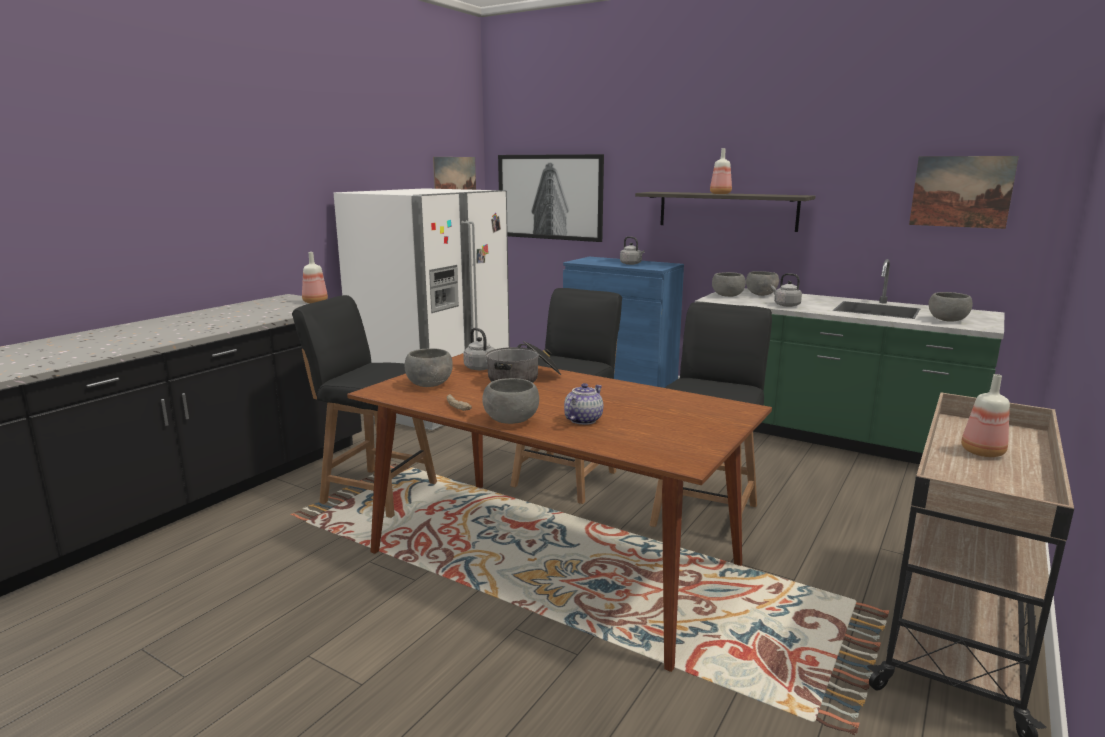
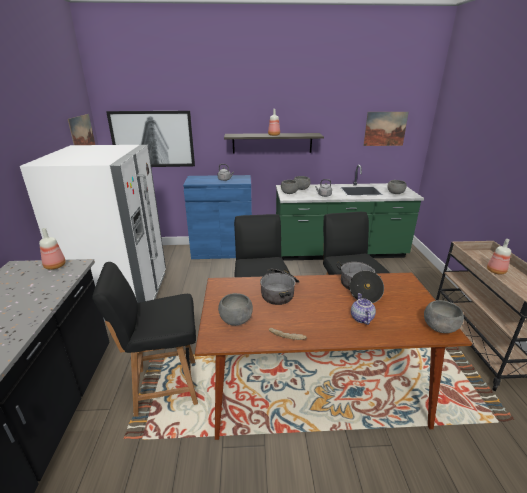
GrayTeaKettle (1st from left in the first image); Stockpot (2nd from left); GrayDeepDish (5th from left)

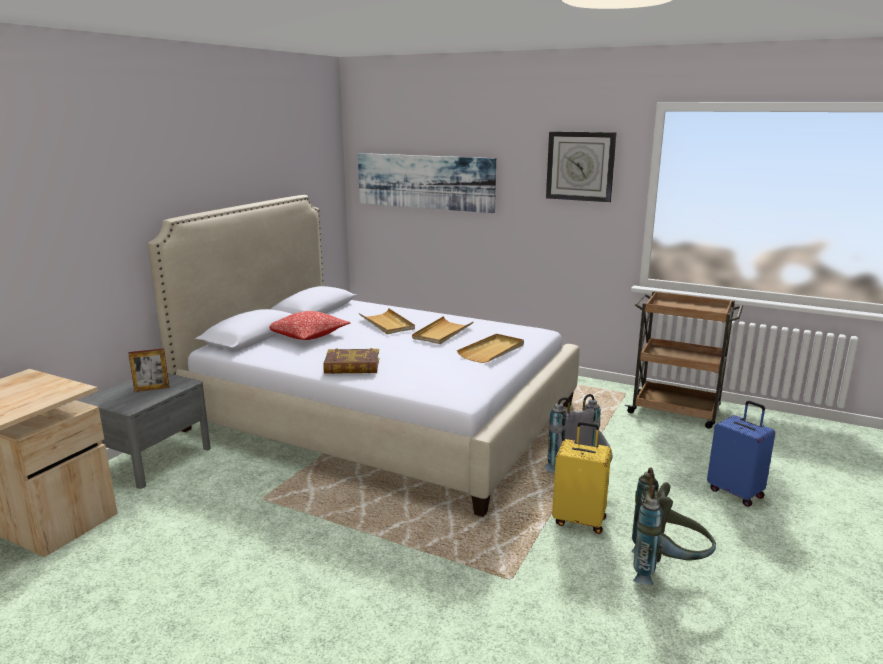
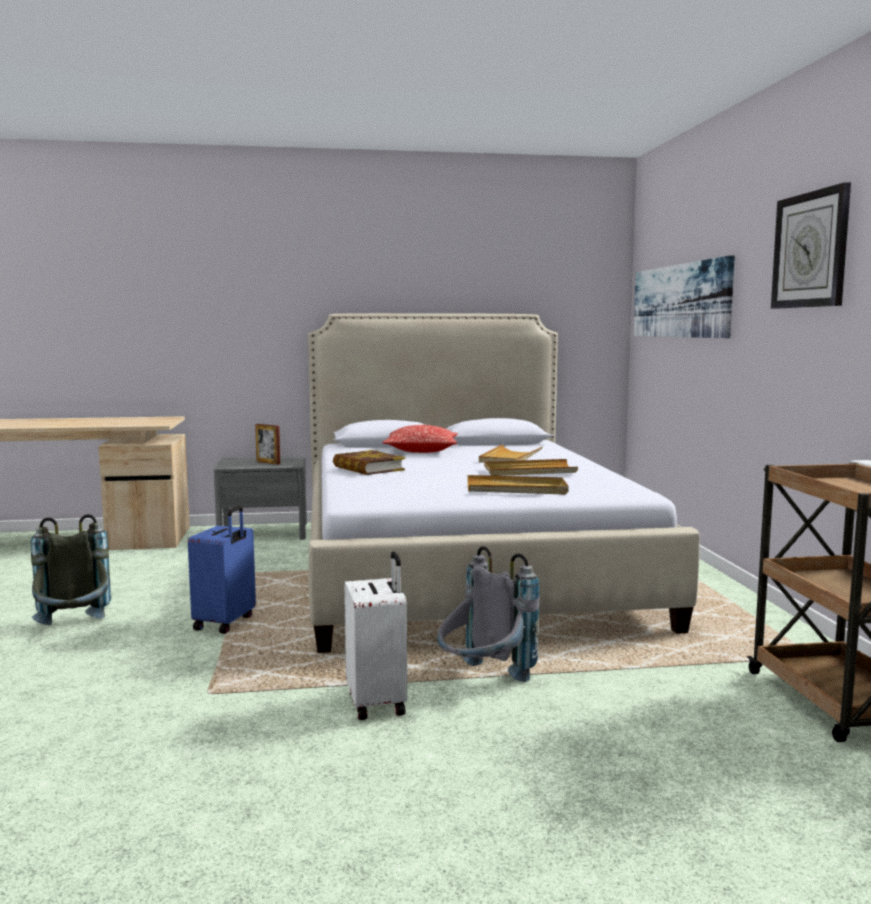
GrayKnapsack (1st from left); BlueTravelCase; WhitishTravelCase

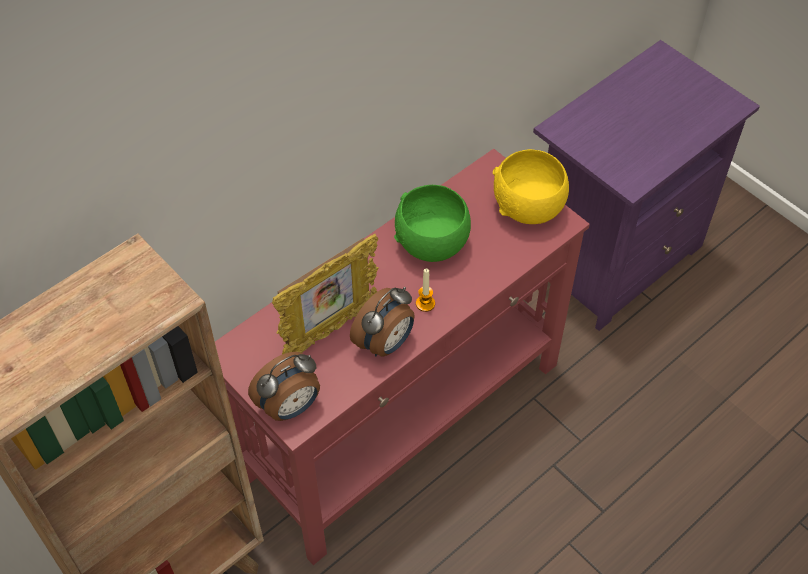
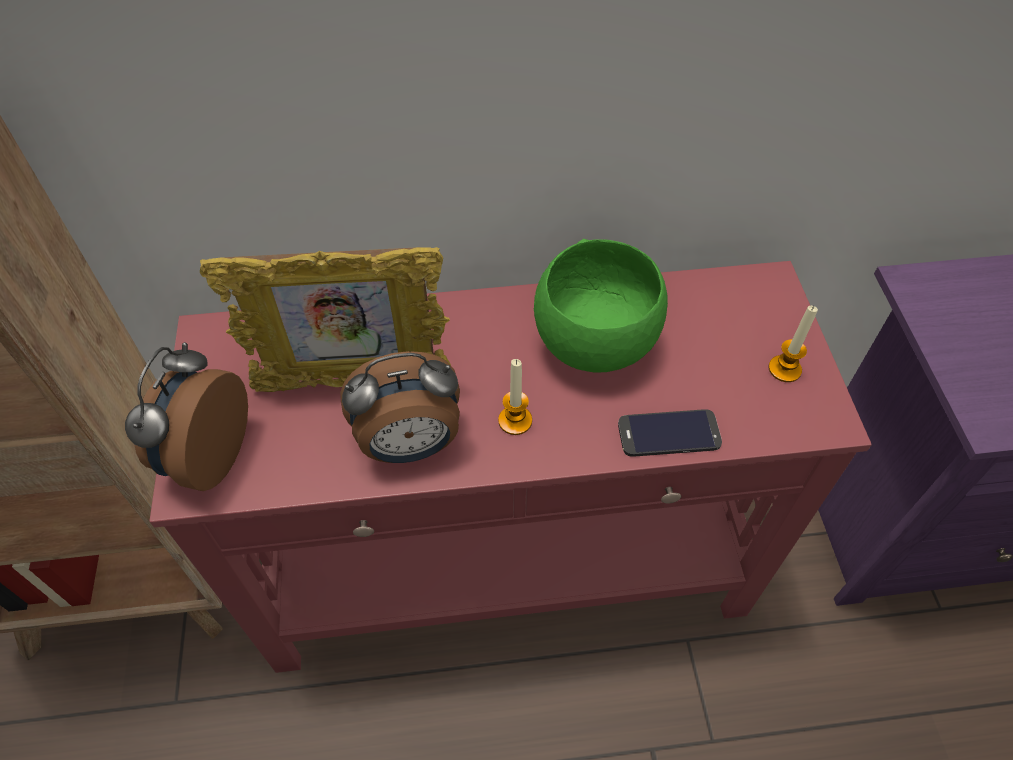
Phone; WaxCandle (2nd from left); BedsideClock (1st from left)

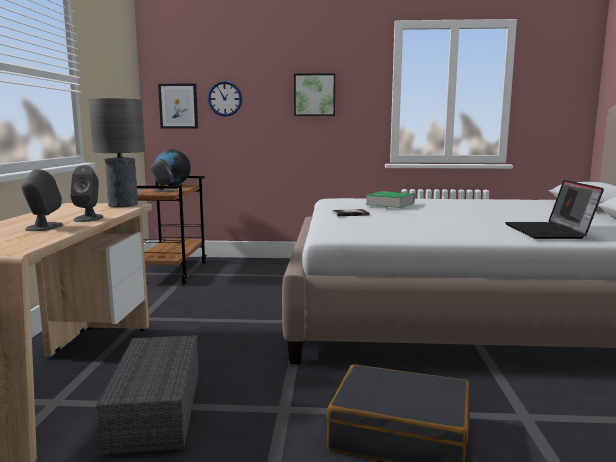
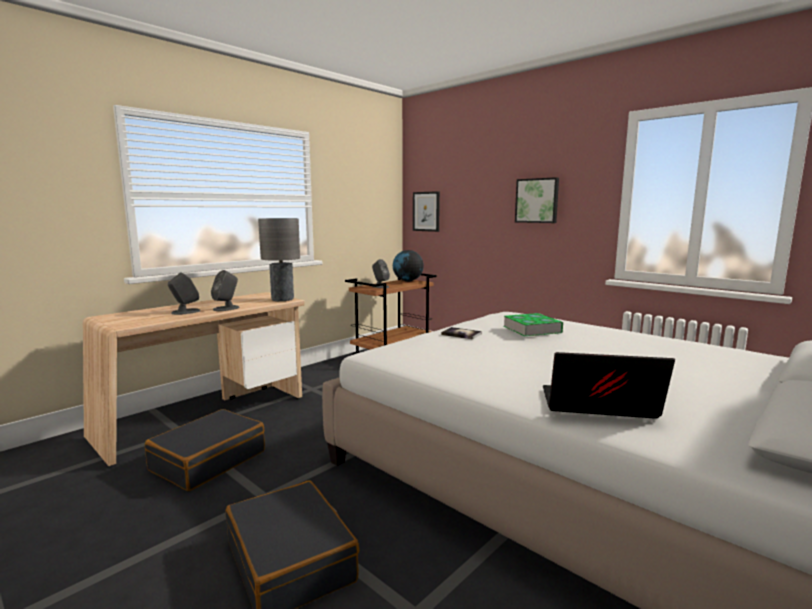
ClockOnTheWall; BlackTravelCase (1st from left); PortableComputer

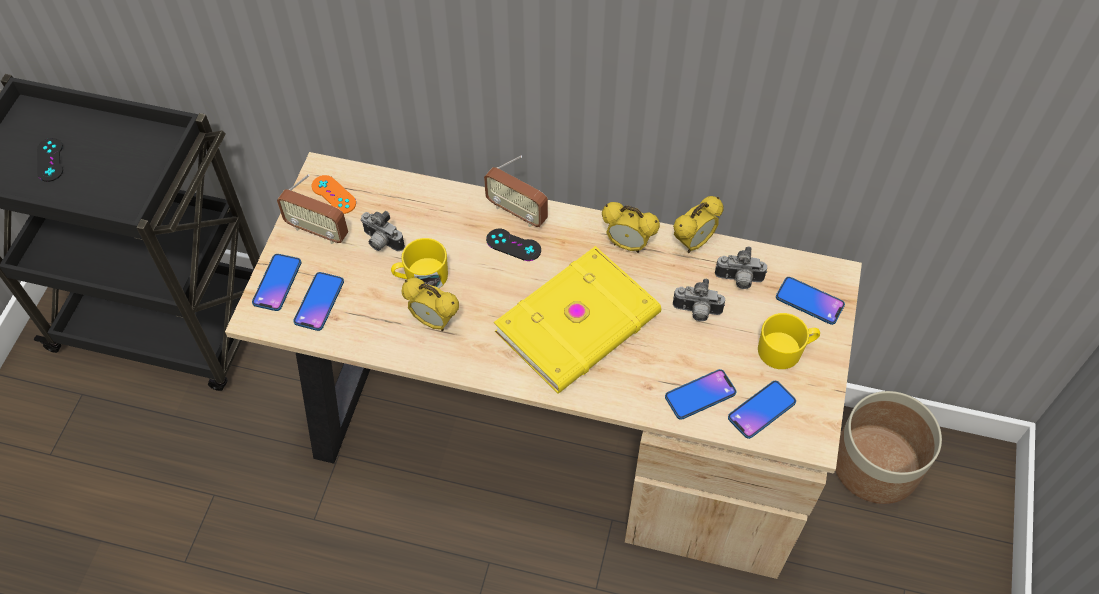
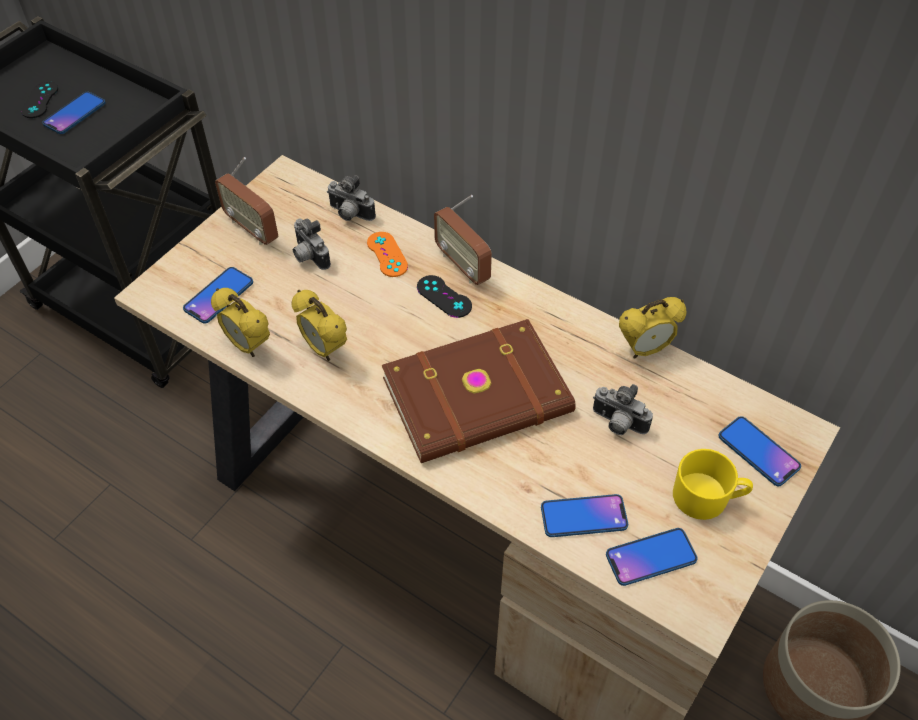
YellowColouredCoffeeMug (1st from left in the first image); Phone (1st from left); OrangeyGamepad; BedsideClock (1st from left); StillCamera (2nd from left); BrownBook

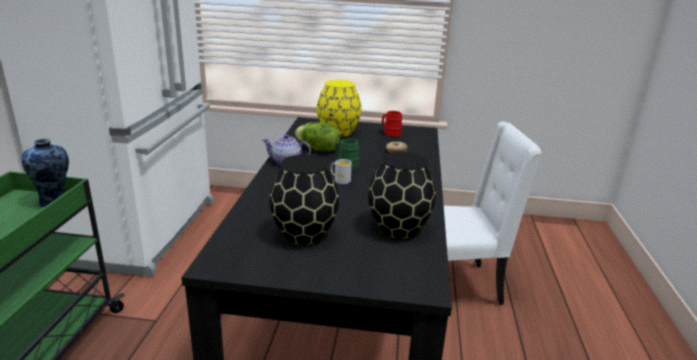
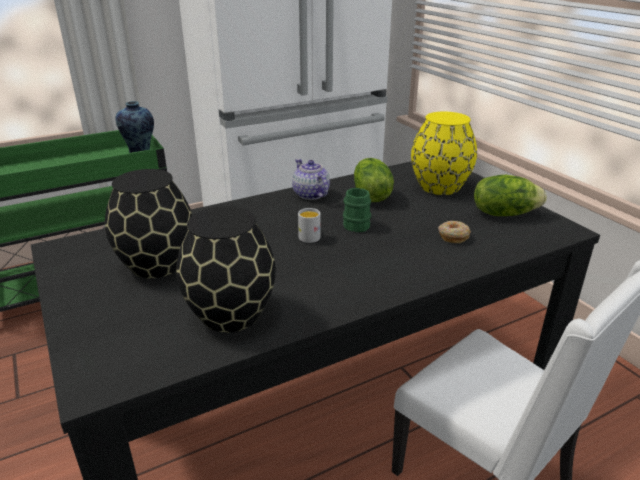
LettuceHead (2nd from left)

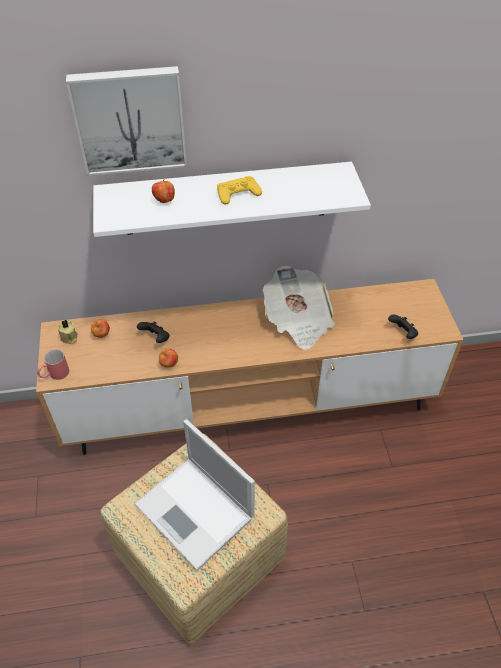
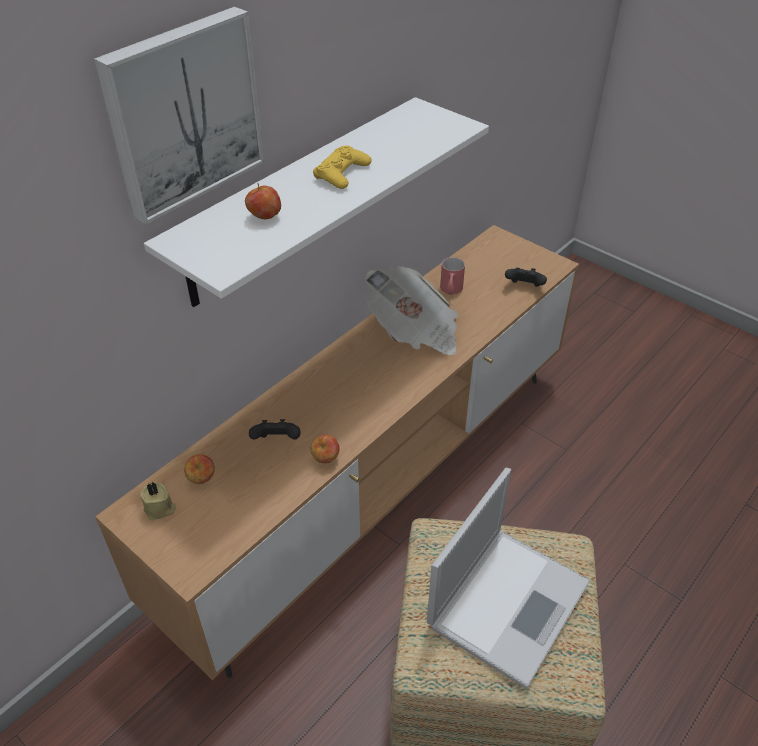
ReddishCoffeeMug; PortableComputer

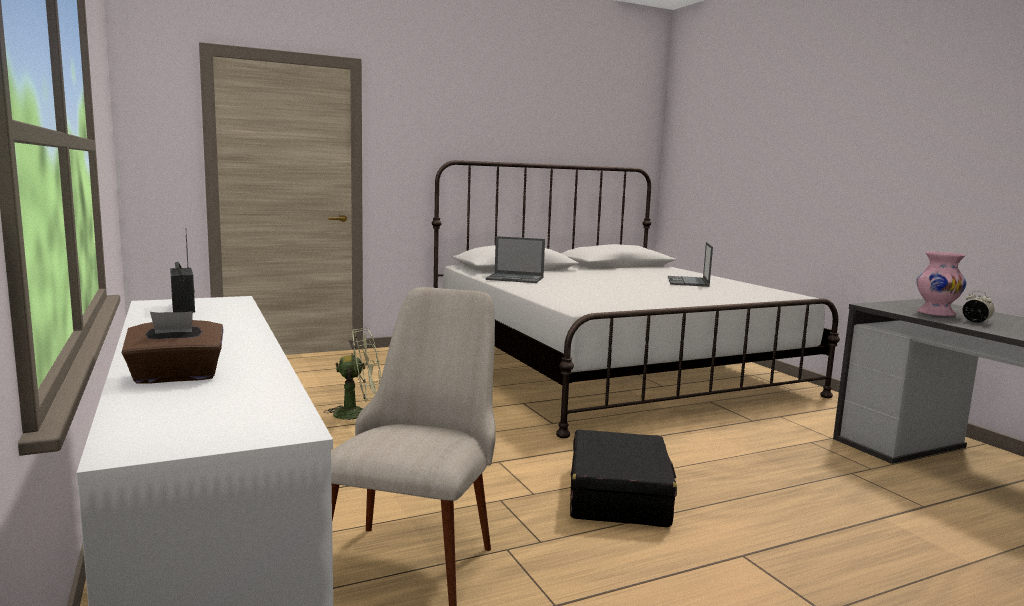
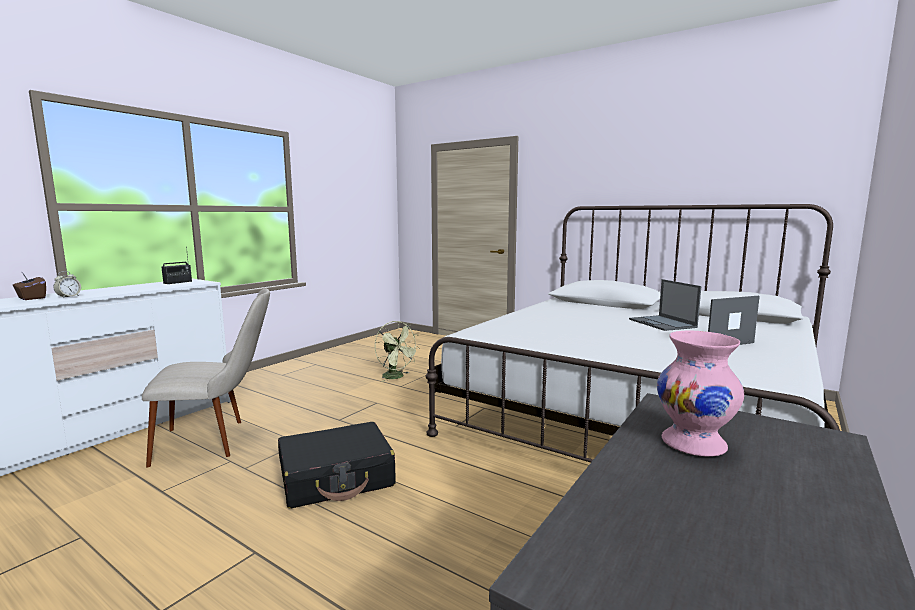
PortableComputer (1st from left); BedsideClock

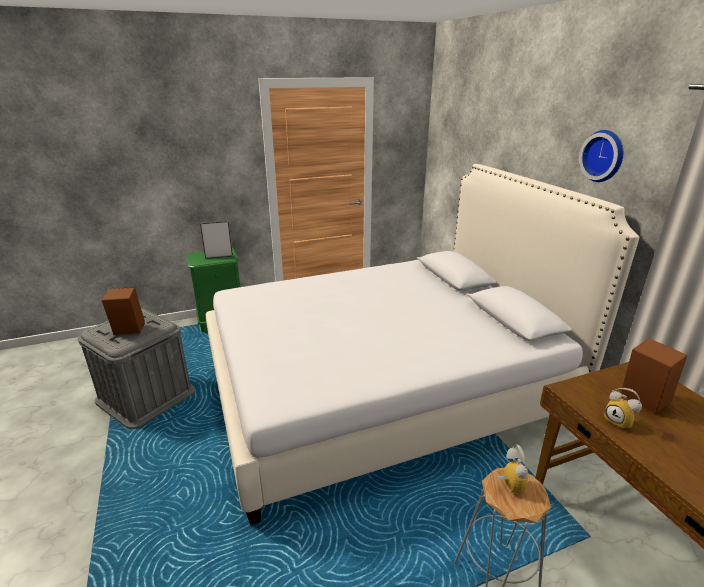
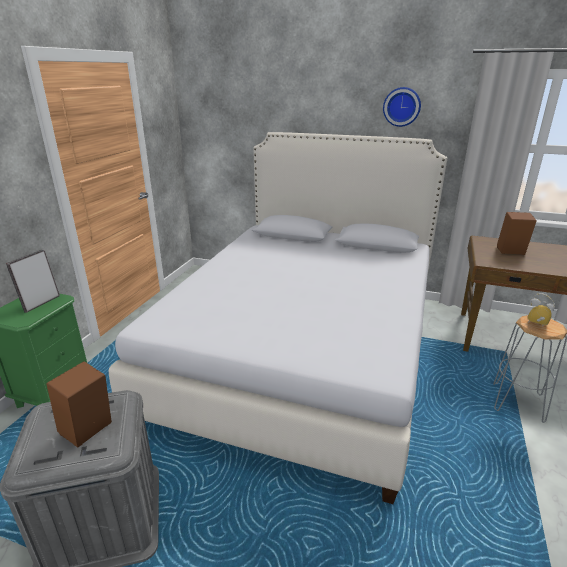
BedsideClock (2nd from left in the first image)

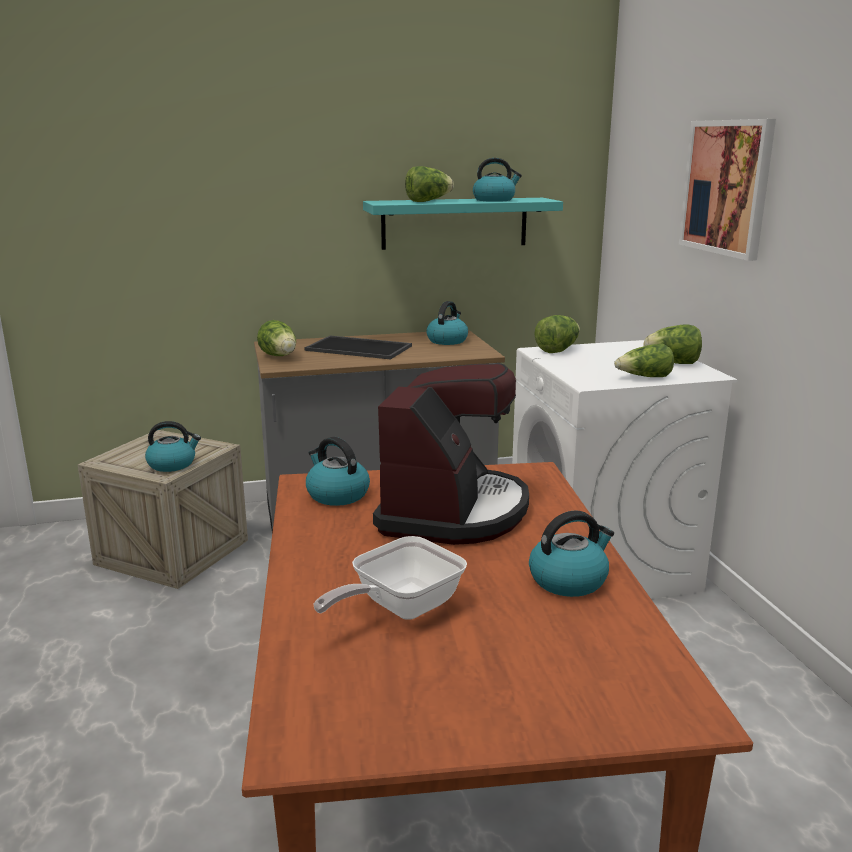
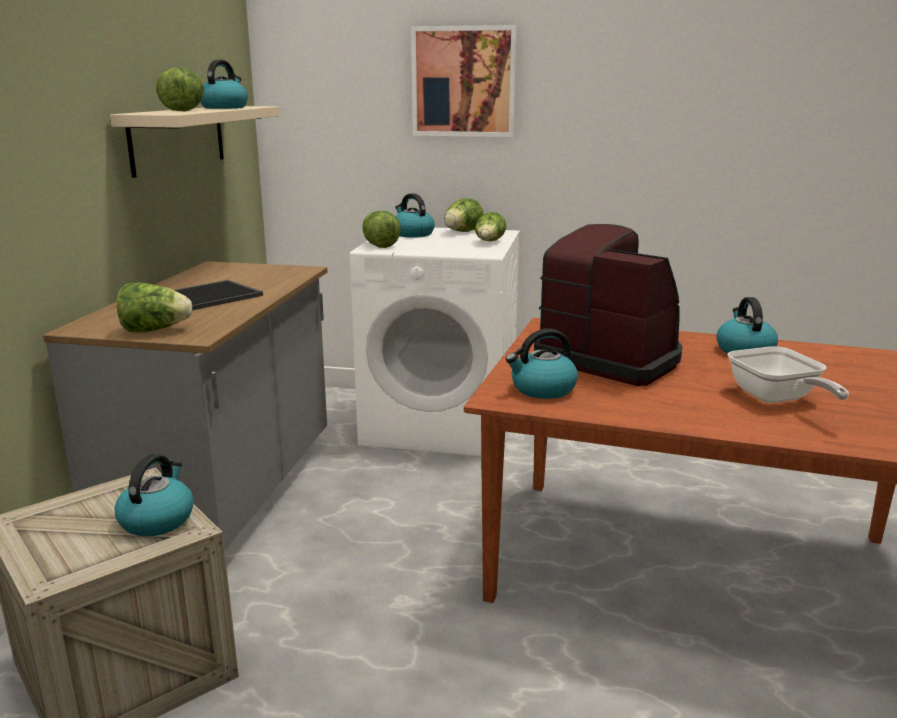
TeaKettle (3rd from left); BeigeColouredShelf

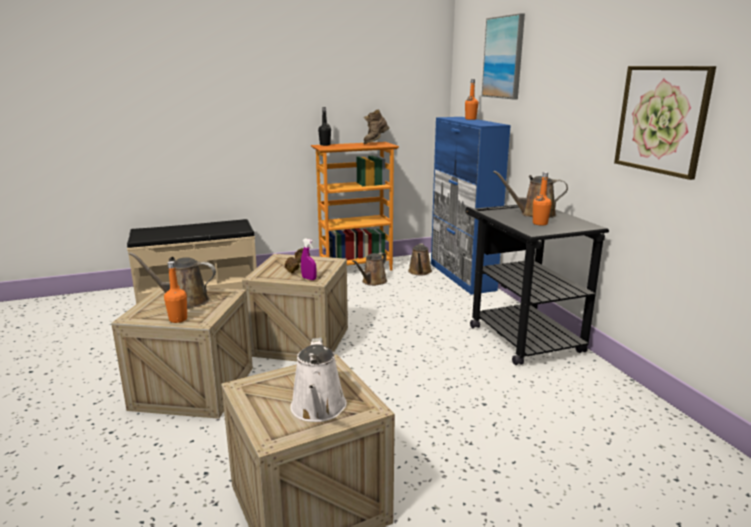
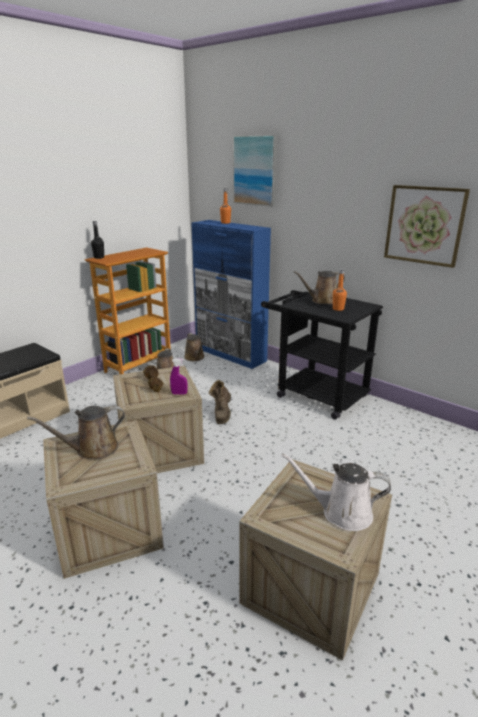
OrangeyBottle (1st from left in the first image); BrownTallBoot; WhitishWateringPot

